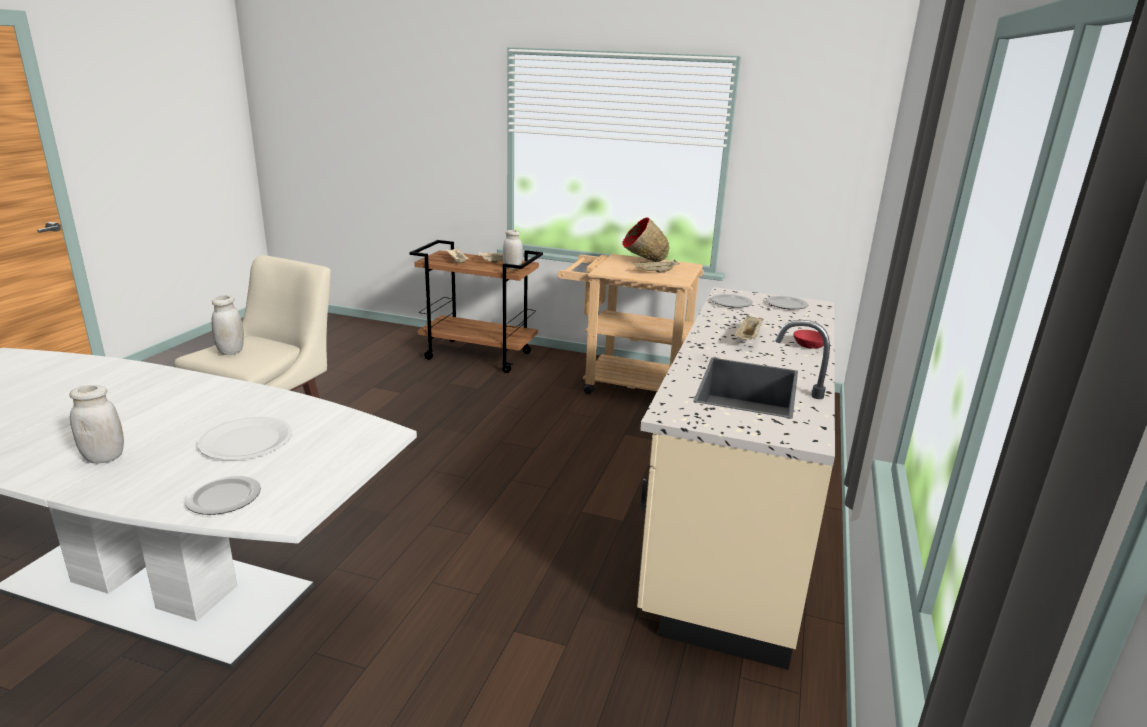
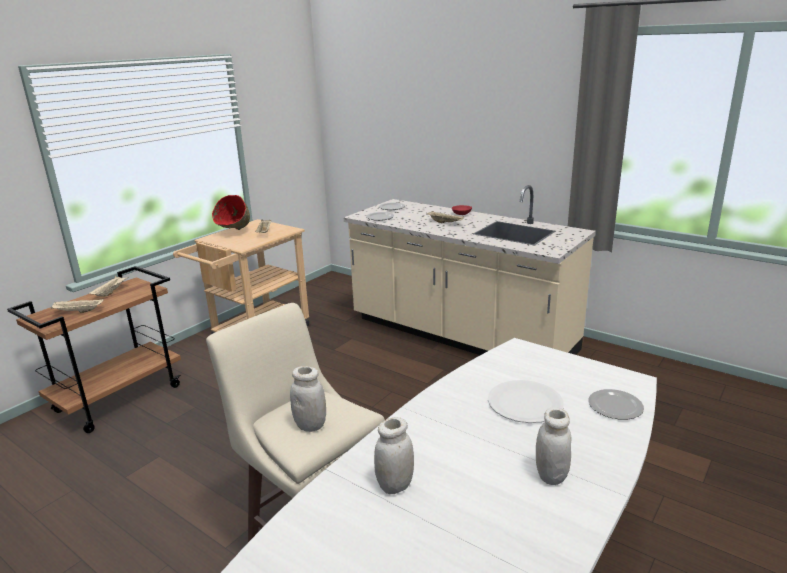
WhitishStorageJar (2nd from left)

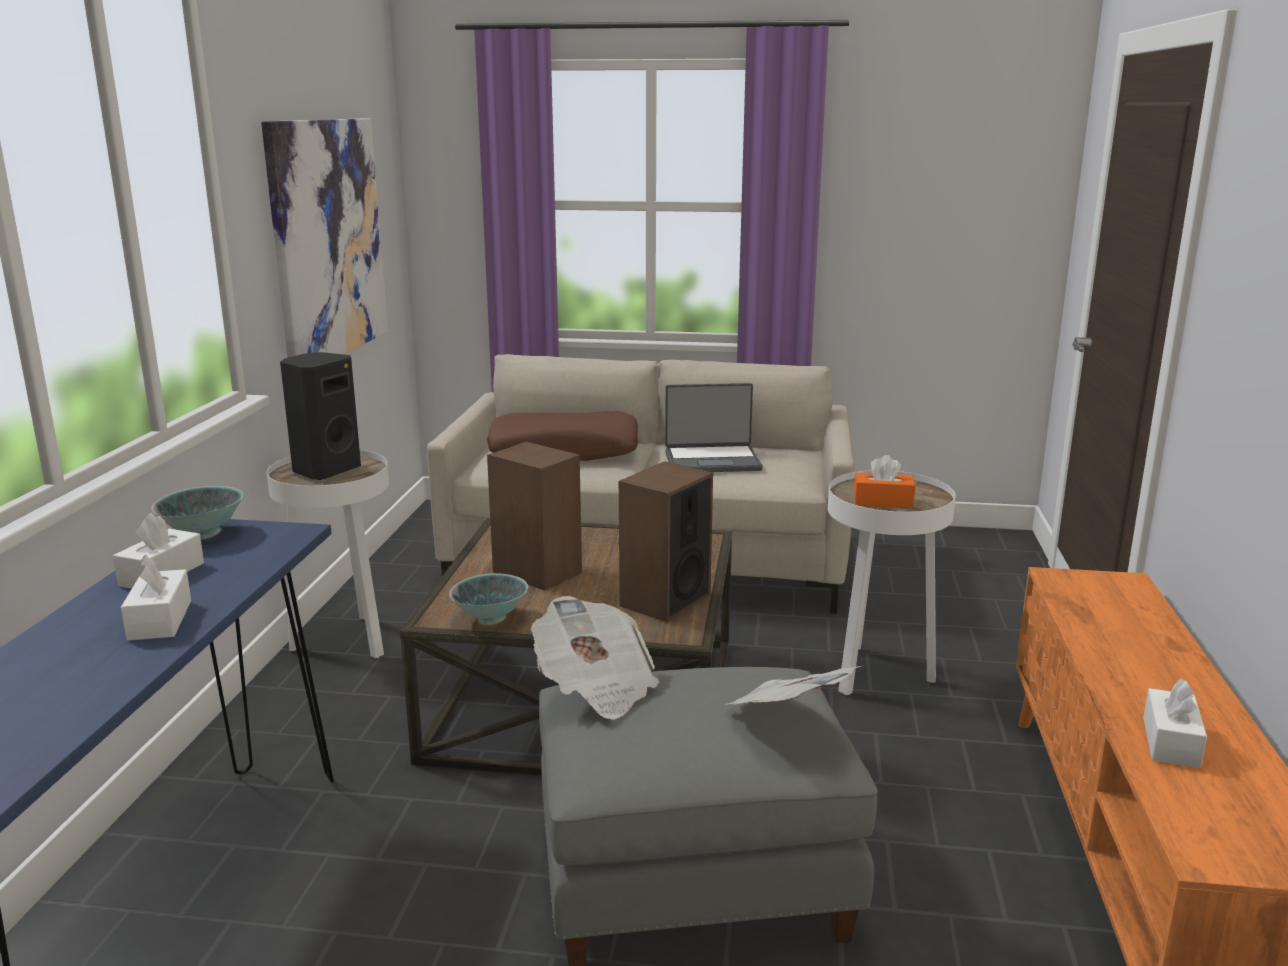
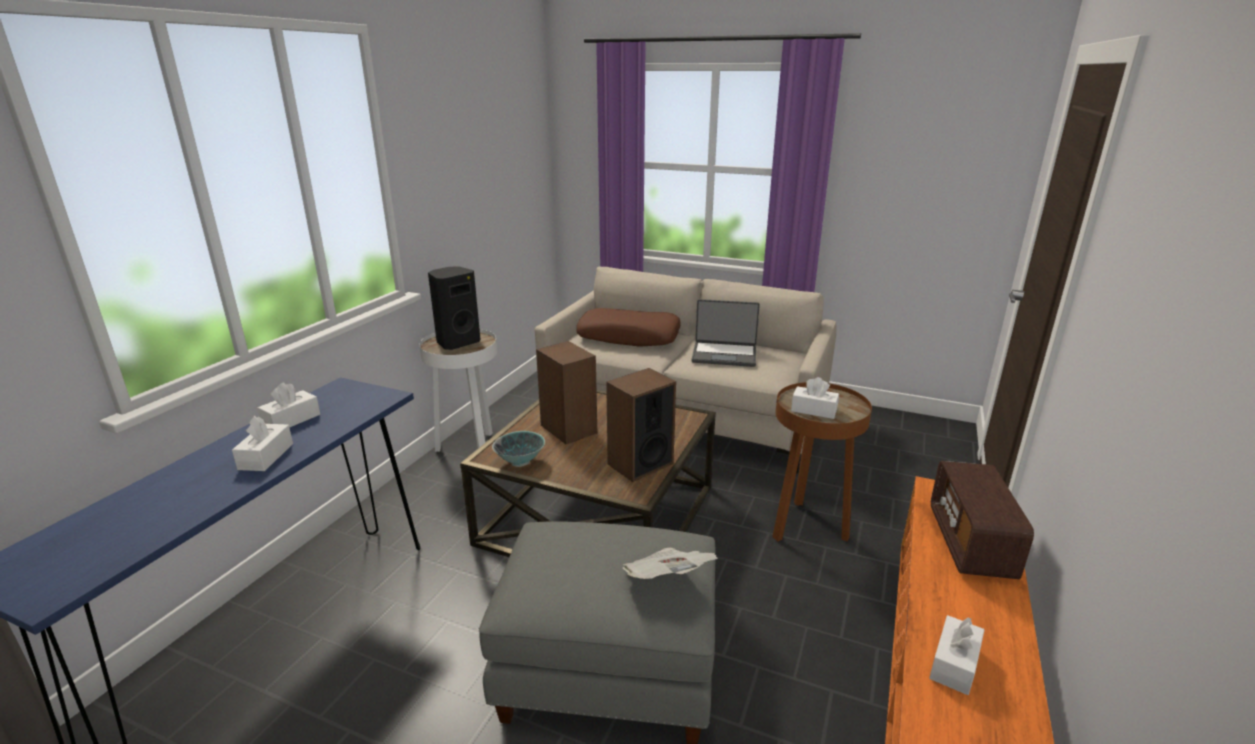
DeepDish (1st from left in the first image); WallPicture; PrintedPaper (1st from left in the first image); RadioSet; BrownEndTable; WhitishTissueHolder (3rd from left)

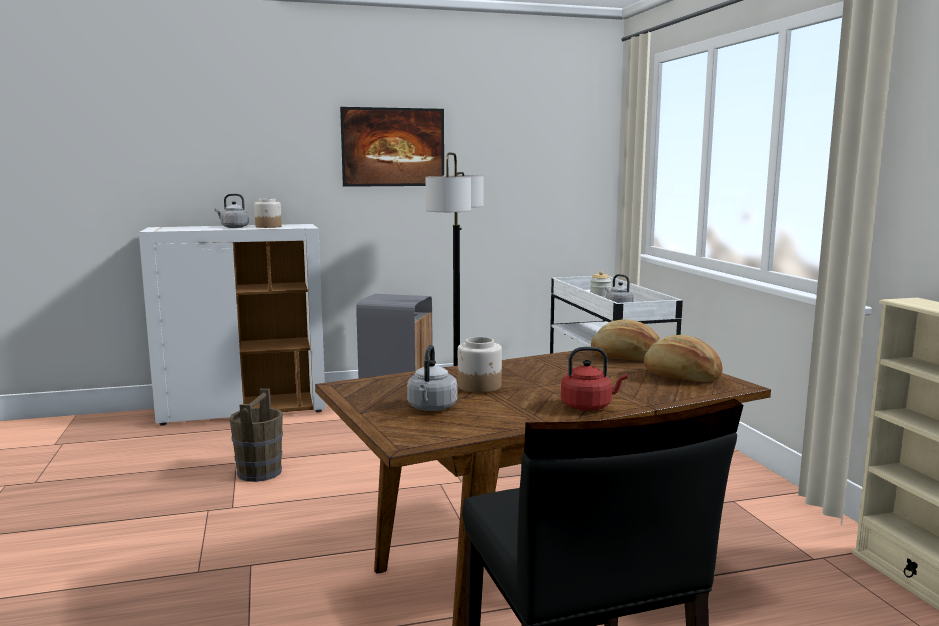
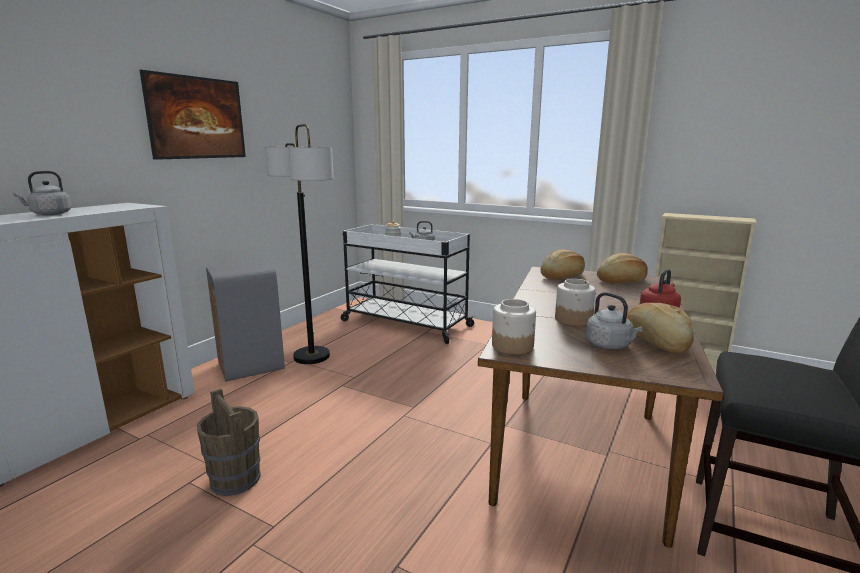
BakedBread (3rd from left); StorageJar (2nd from left)

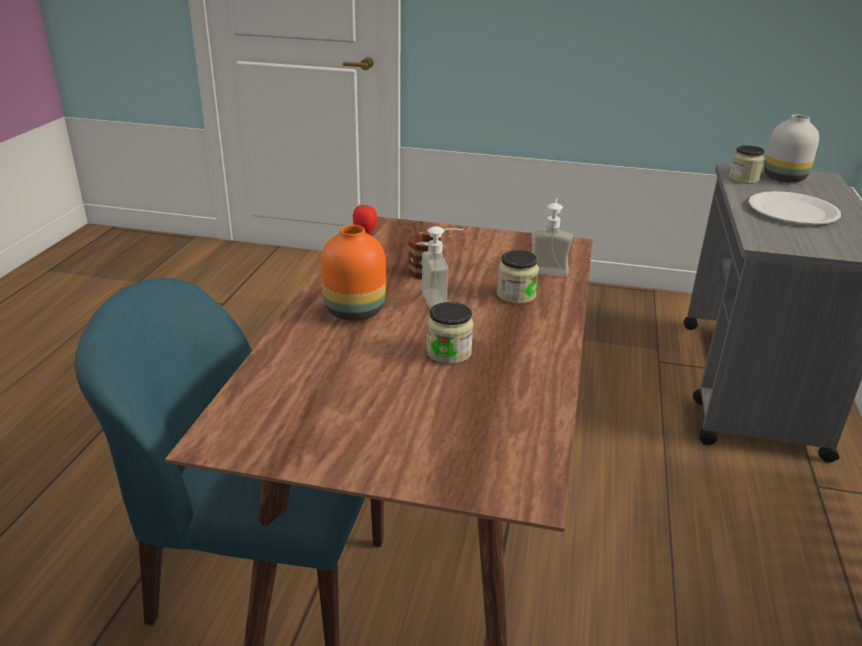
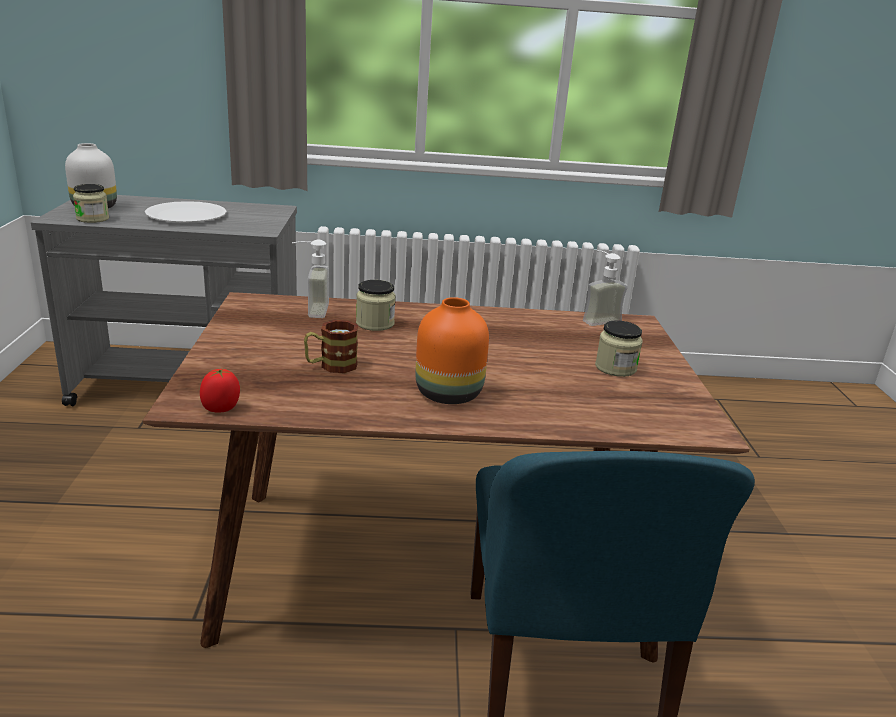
SoapBottle (2nd from left); StorageJar (3rd from left)

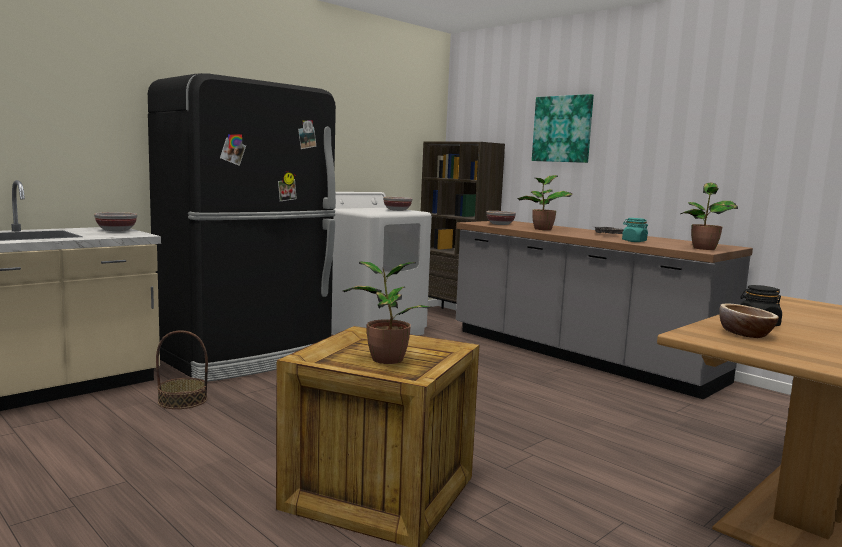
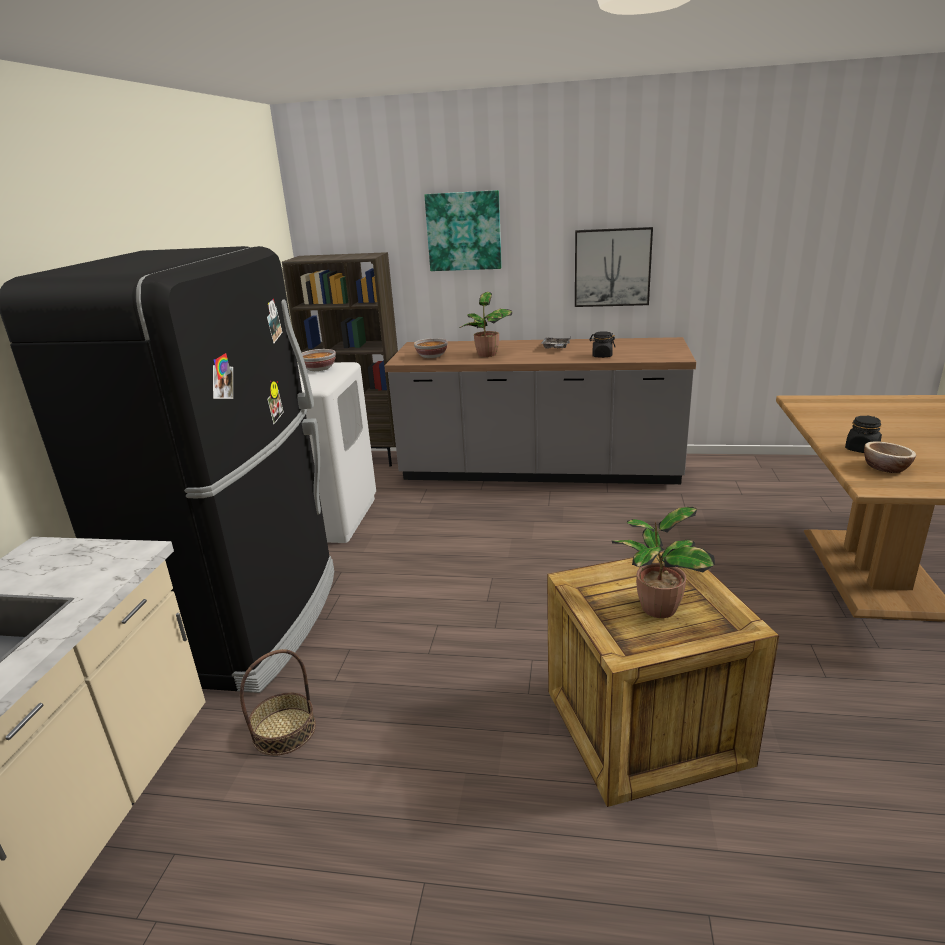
DeepDish (1st from left in the first image); PottedPlant (3rd from left in the first image); WallPicture (2nd from left); BlackStorageJar (1st from left)

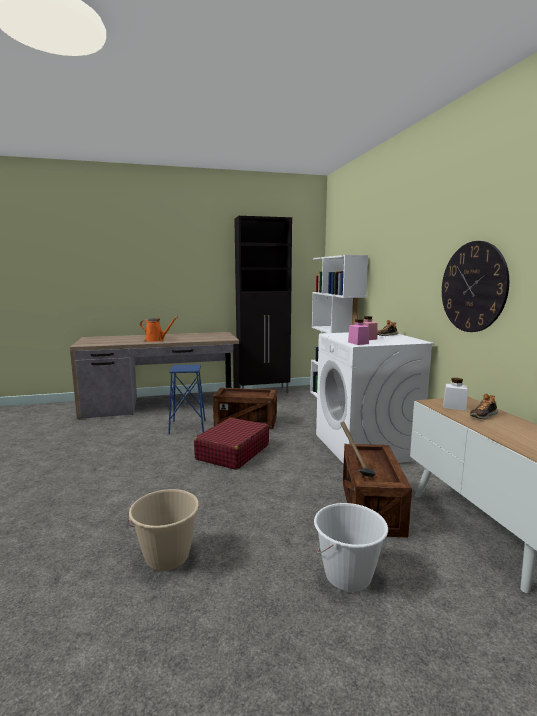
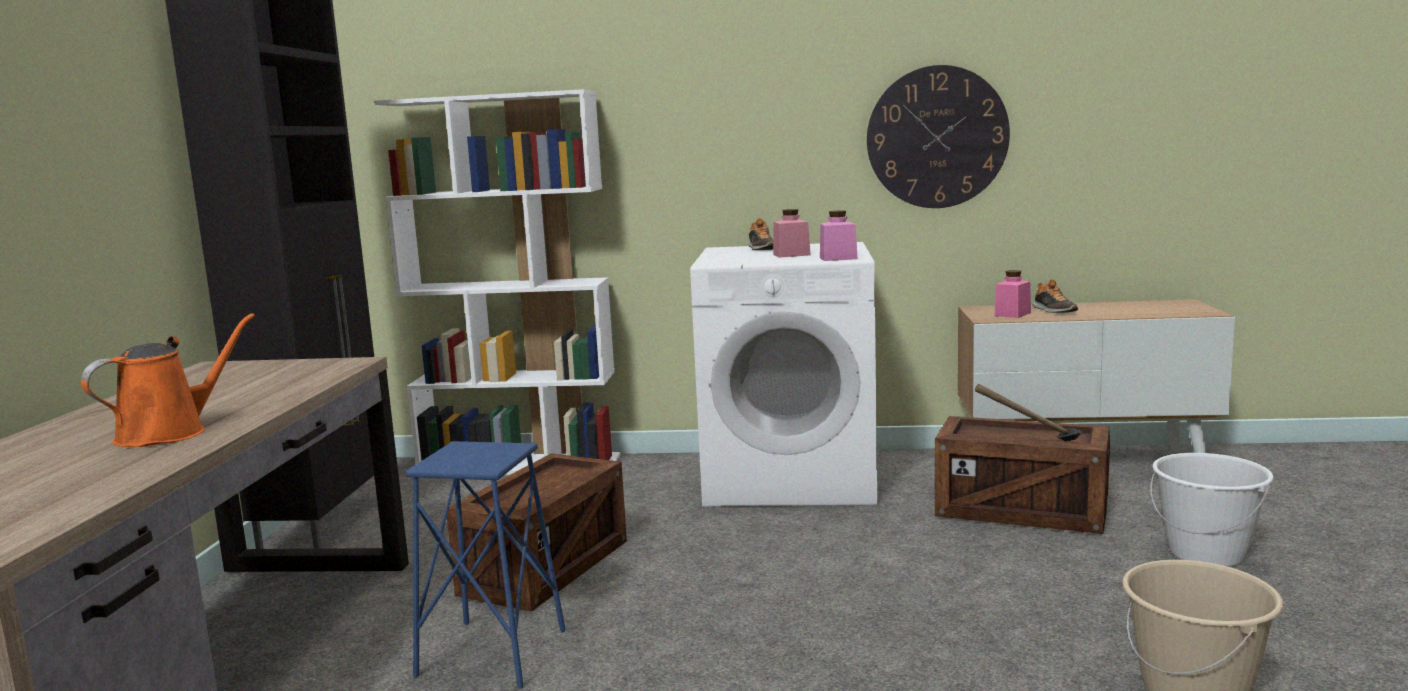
ReddishTravelCase; PinkStorageJar (3rd from left)

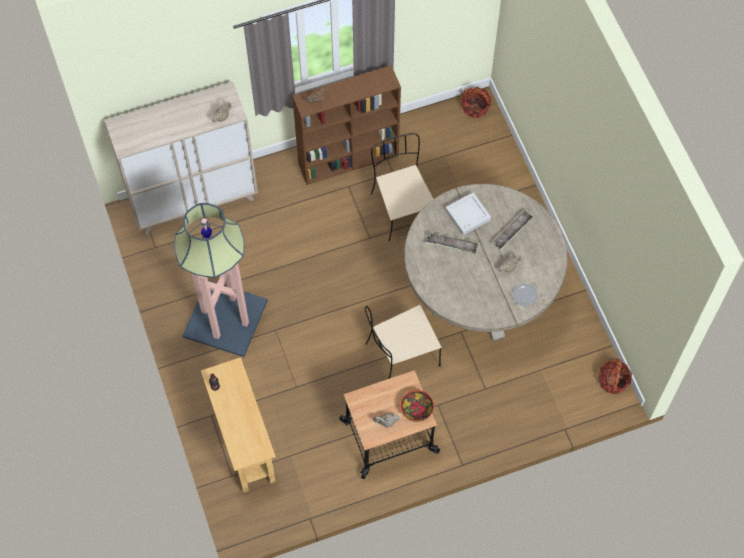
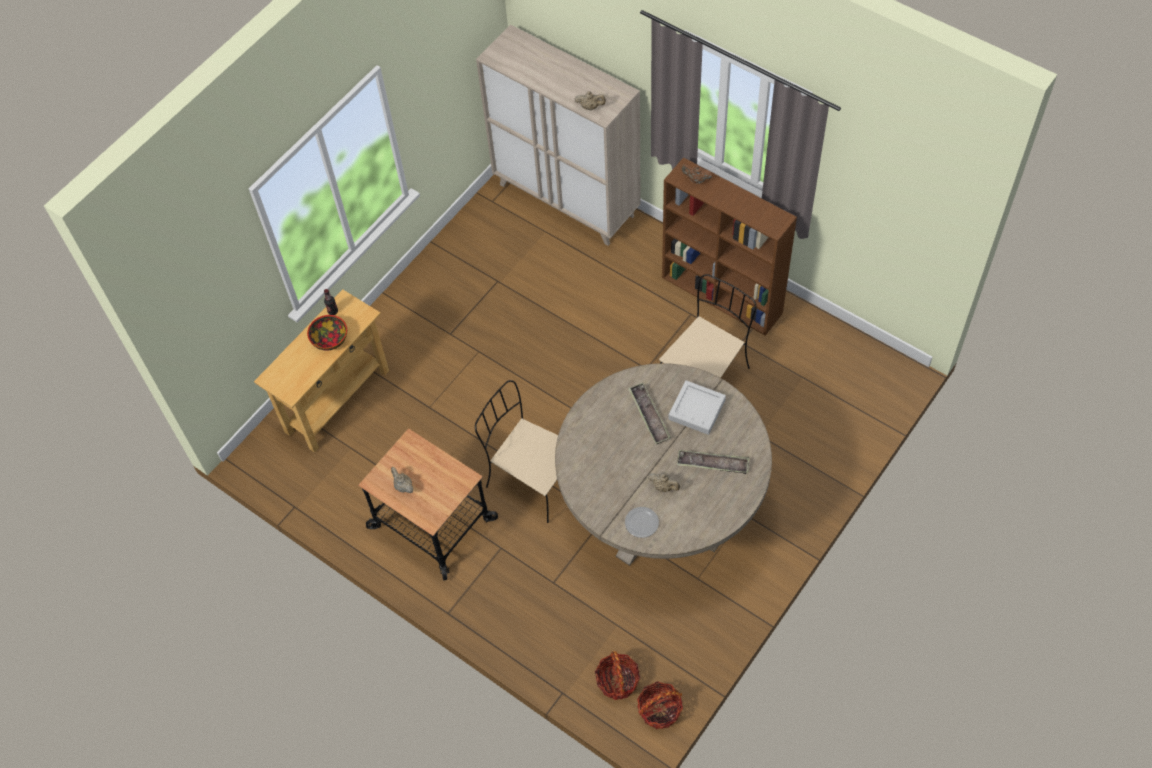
StandardLamp; DeepDish; HouseholdBasket (1st from left)

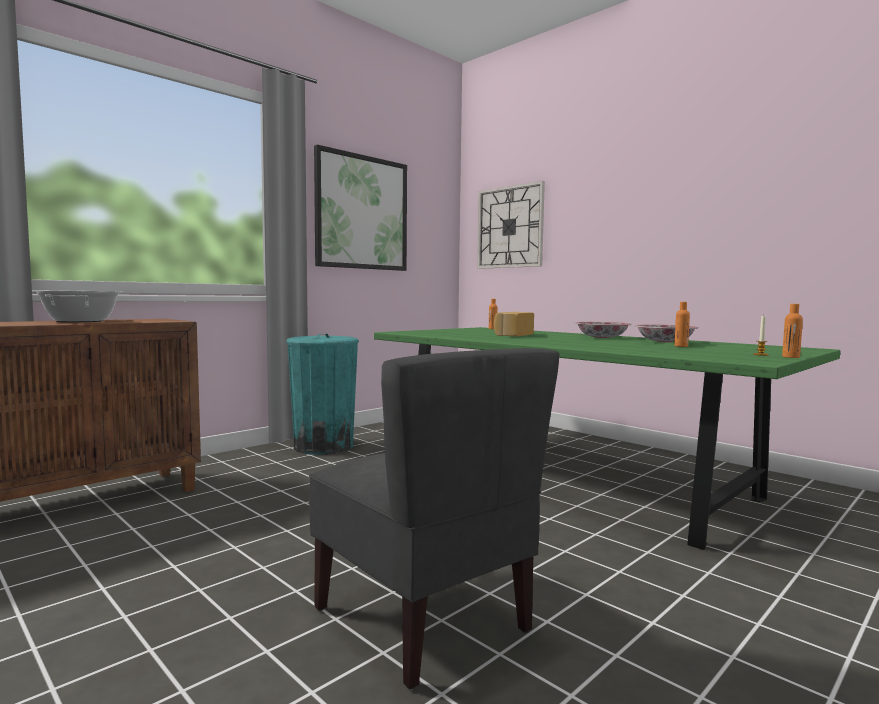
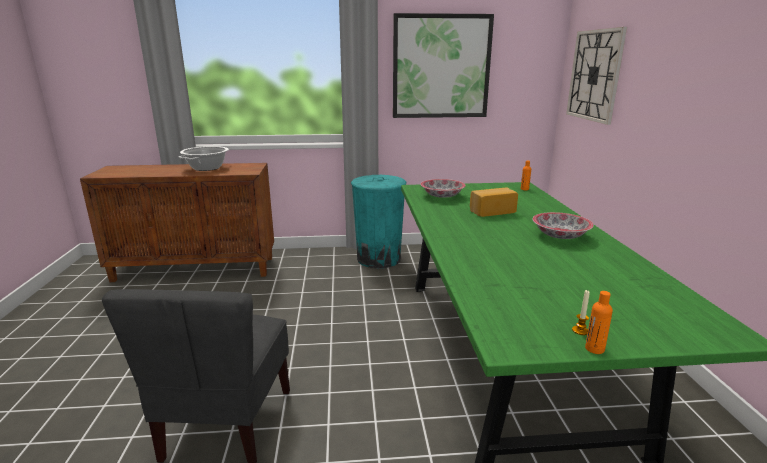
OrangeyBottle (2nd from left in the first image); DeepDish (1st from left)

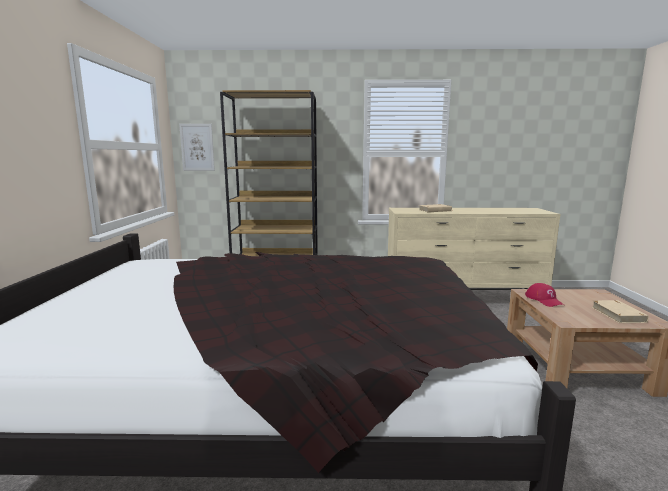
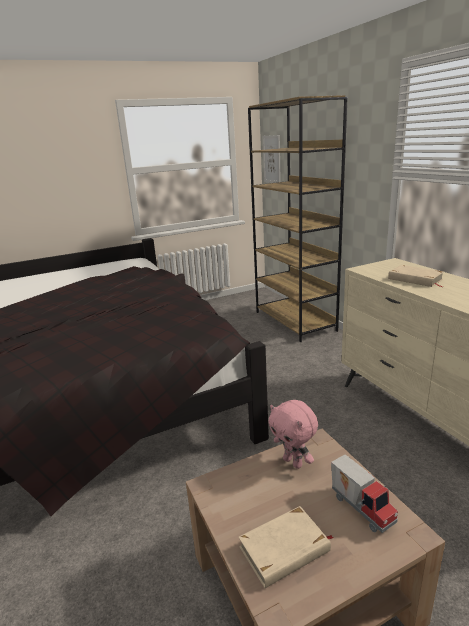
ToyTruck; PinkPlushToy

